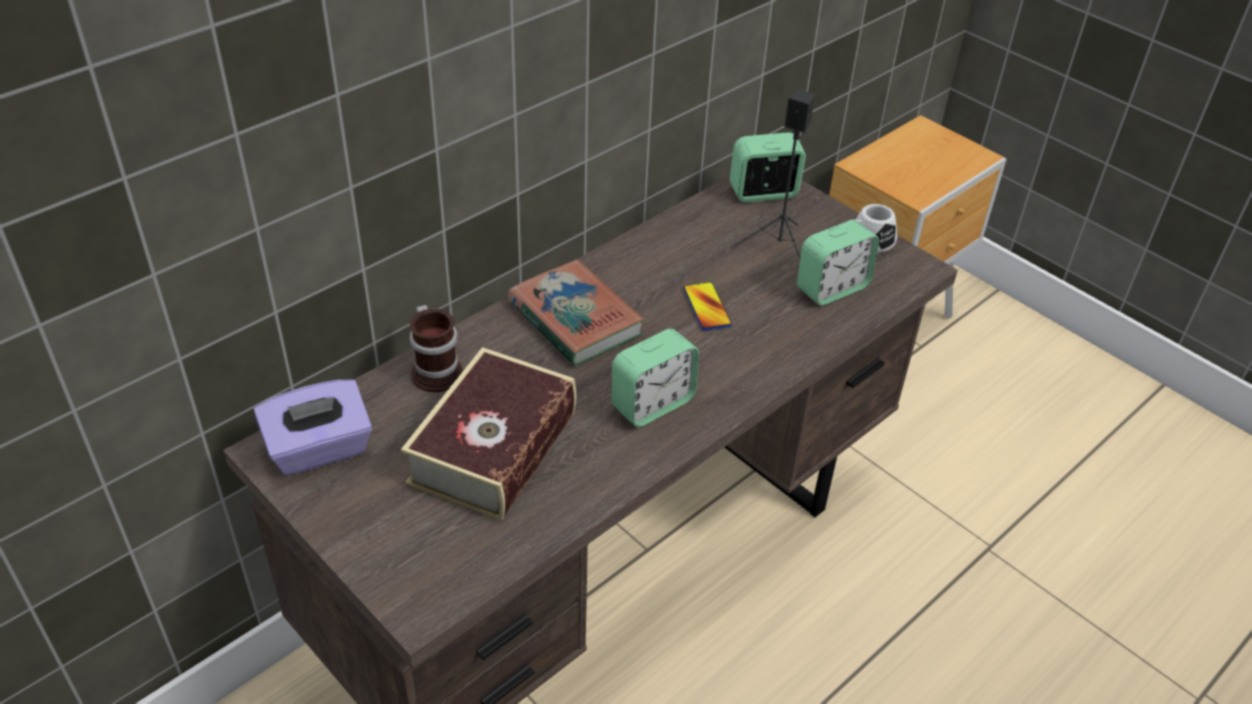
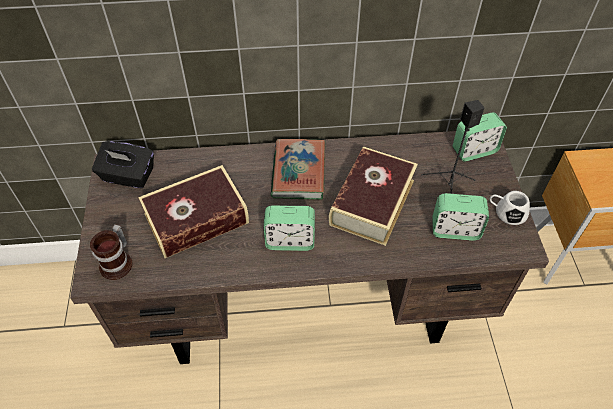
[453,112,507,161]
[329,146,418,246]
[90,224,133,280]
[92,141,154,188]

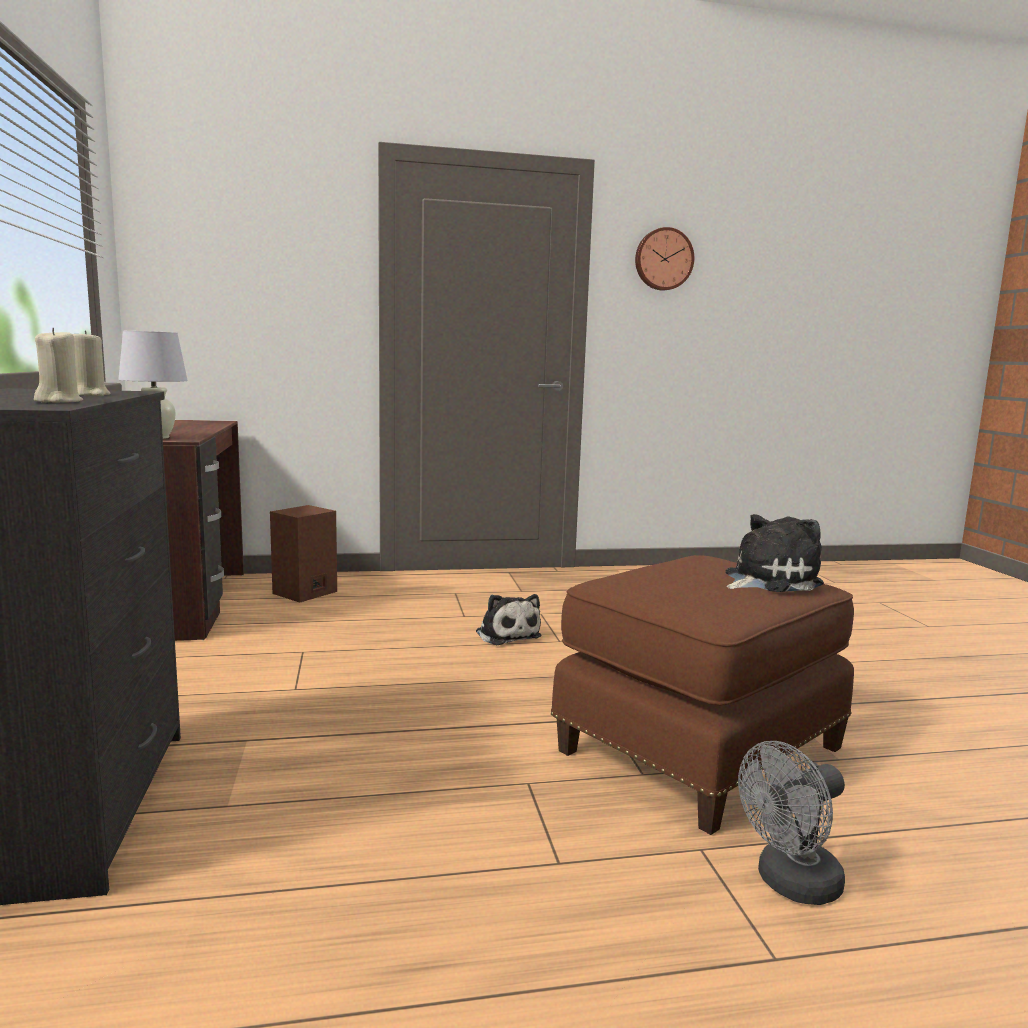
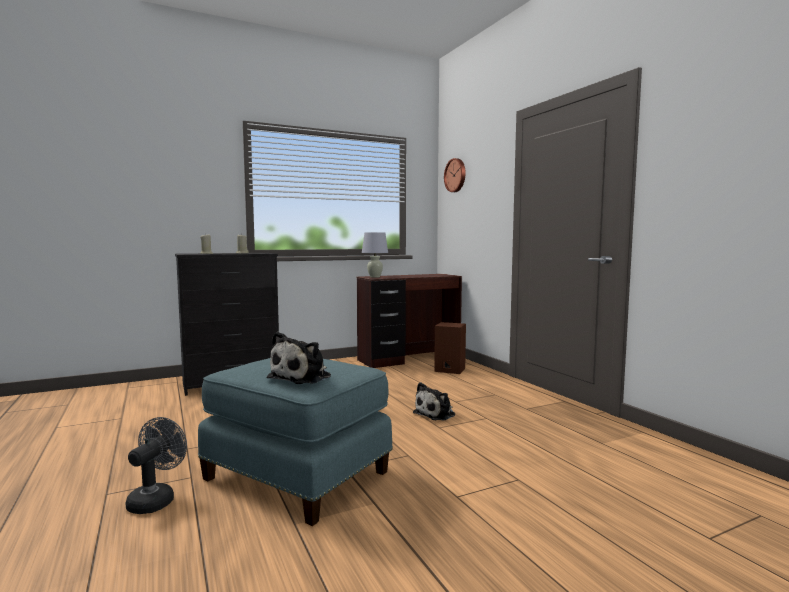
[444,158,466,192]
[267,332,331,384]
[198,358,393,526]
[126,417,187,514]

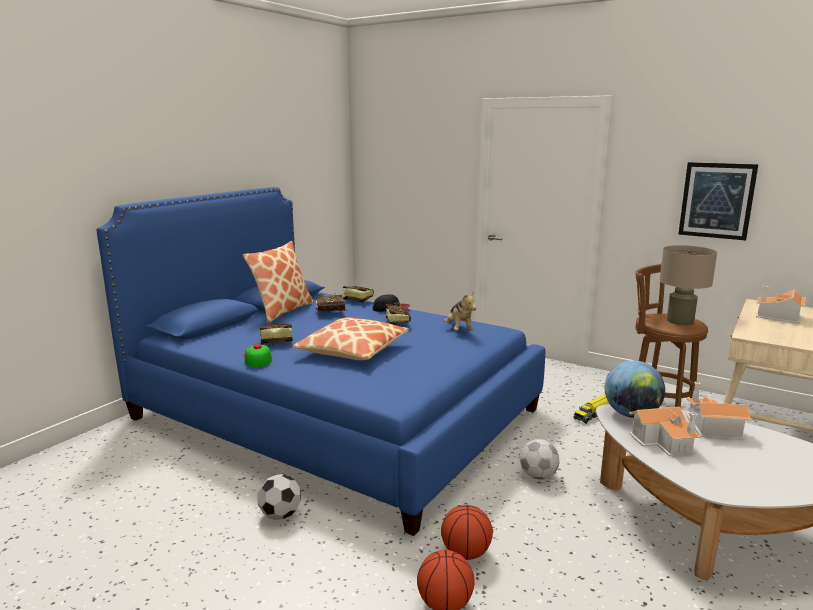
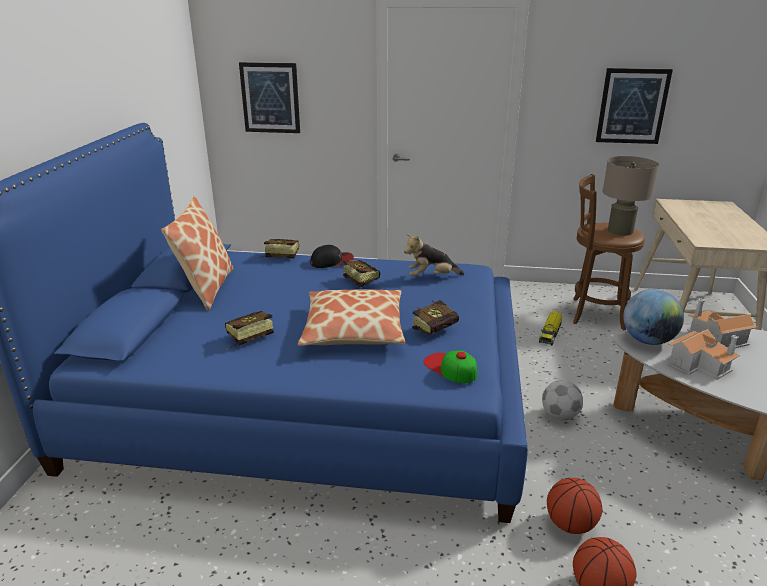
[756,286,806,324] (first image)
[404,234,464,276]
[412,300,459,335]
[424,350,477,383]
[257,474,301,520] (first image)
[239,62,300,133]

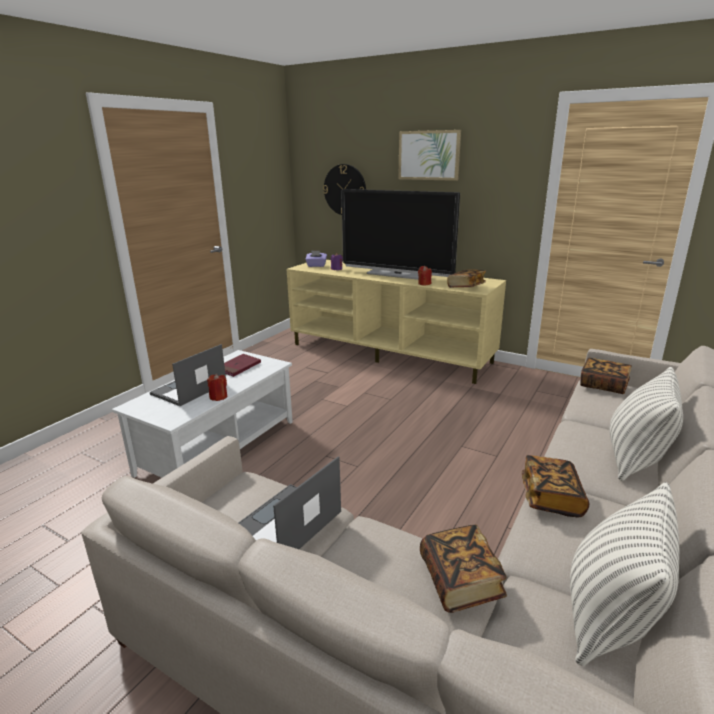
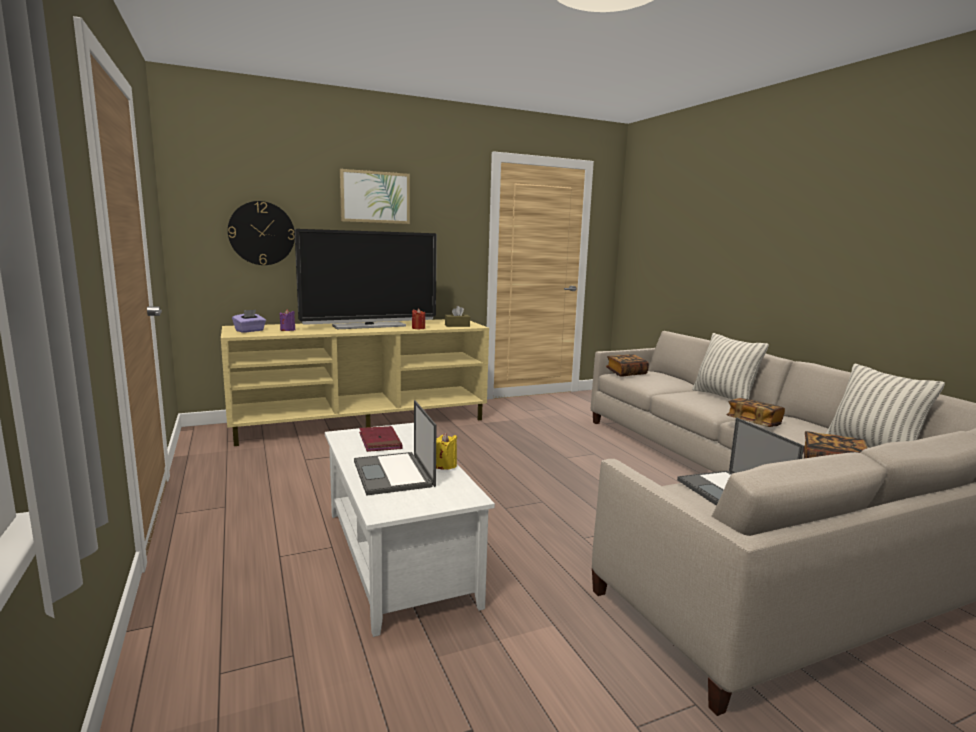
[445,306,470,327]
[436,432,457,470]

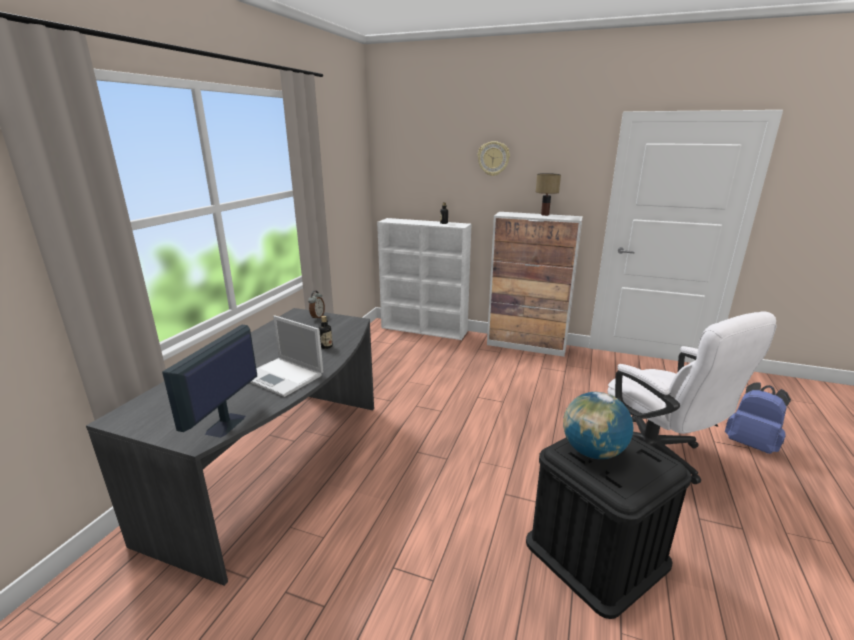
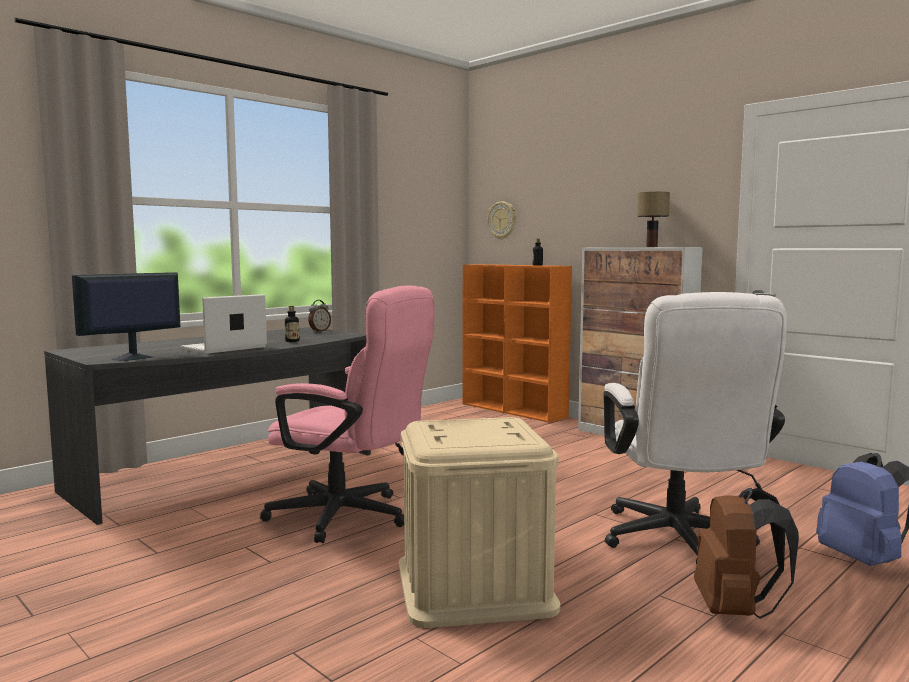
[487,202,516,239]
[462,264,572,423]
[180,294,267,354]
[563,392,634,459] (first image)
[399,417,560,628]
[260,286,435,543]
[694,488,799,619]

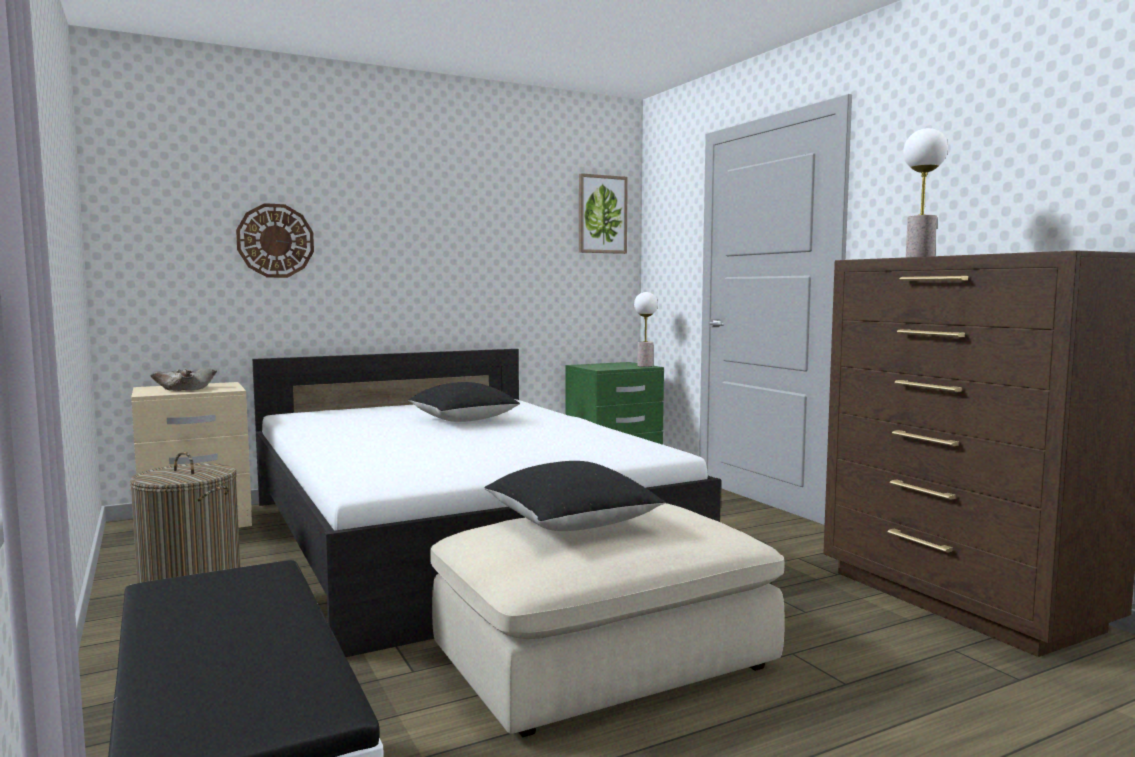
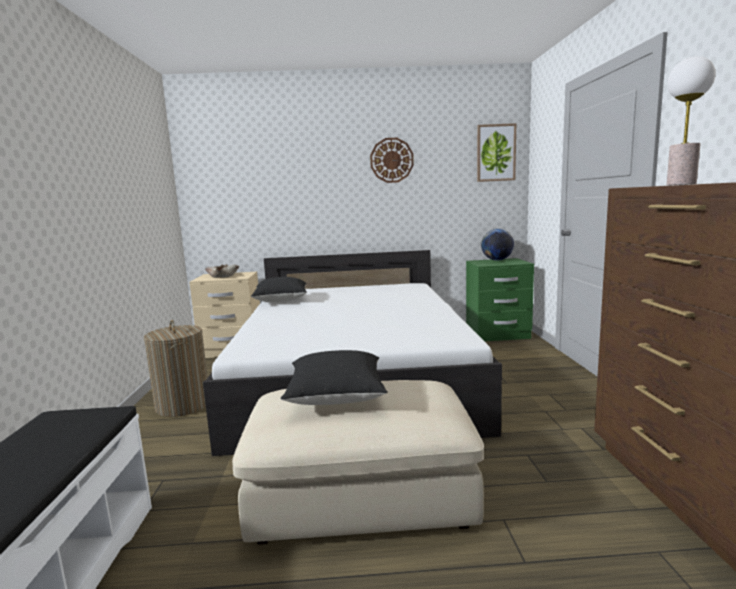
[370,138,414,183]
[634,292,658,367] (first image)
[251,277,307,302]
[481,229,514,261]

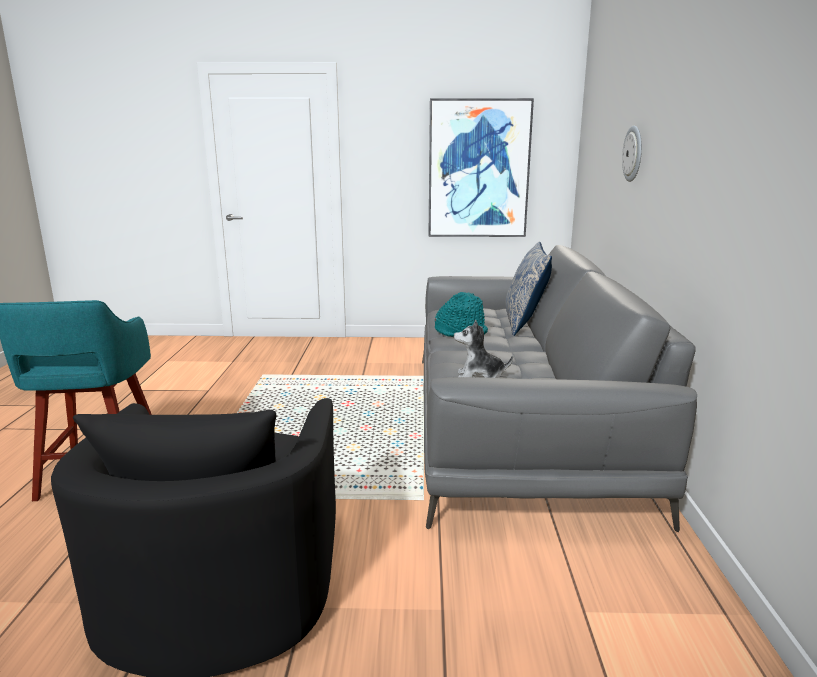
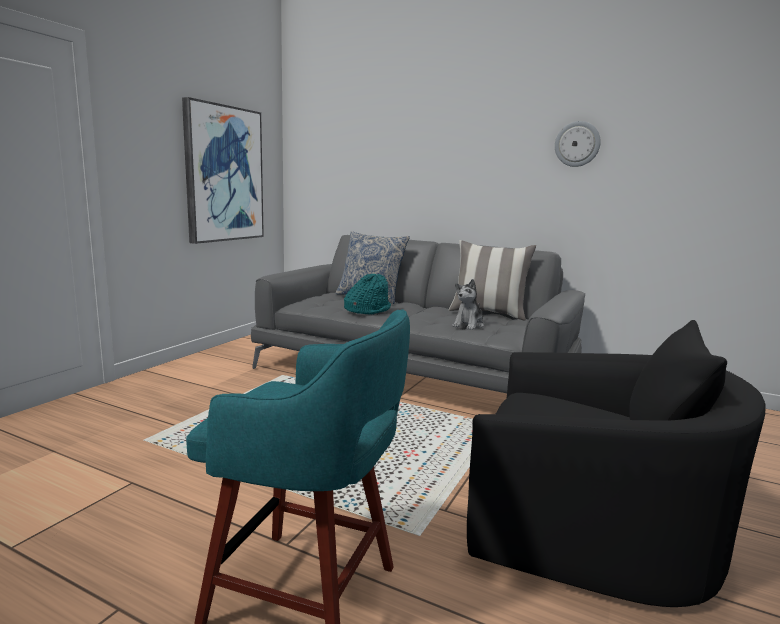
[555,121,601,167]
[449,240,536,321]

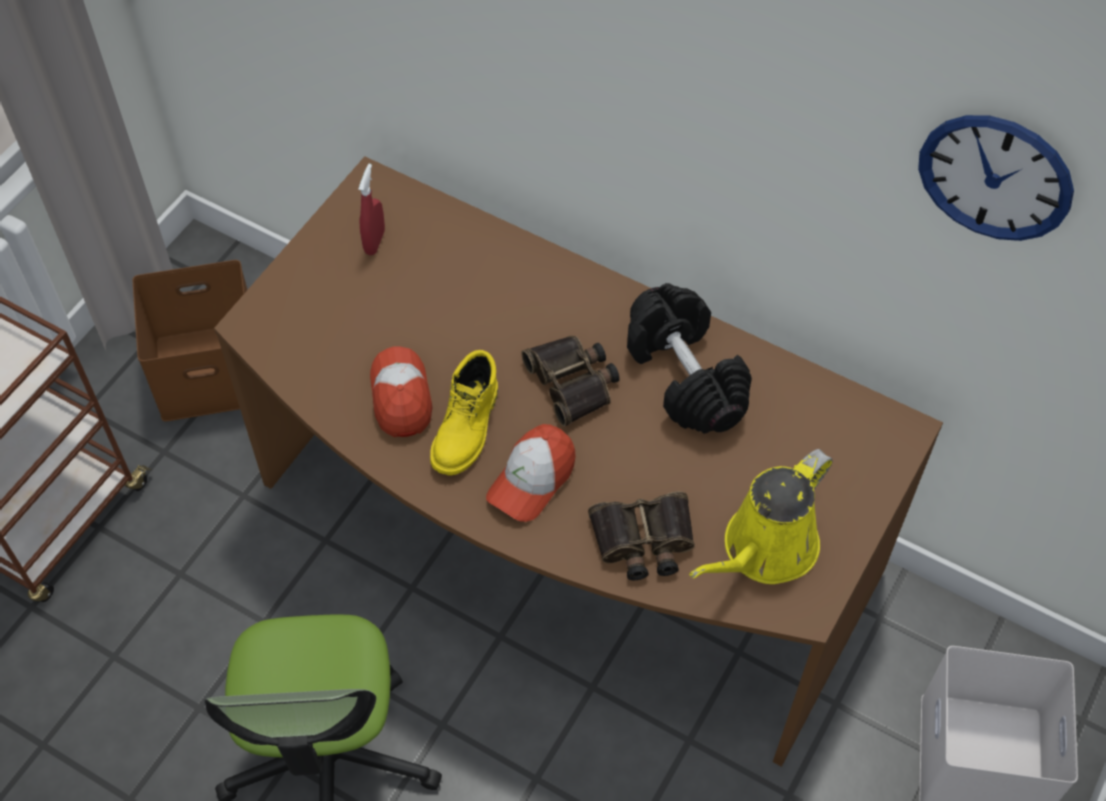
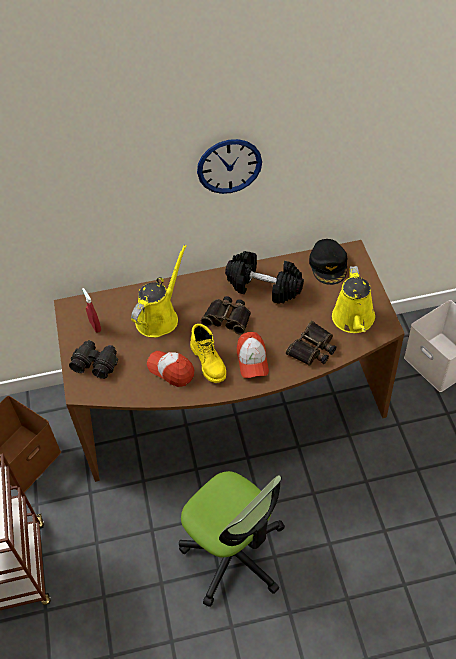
[197,139,262,194]
[309,239,347,285]
[131,245,187,338]
[69,340,118,379]

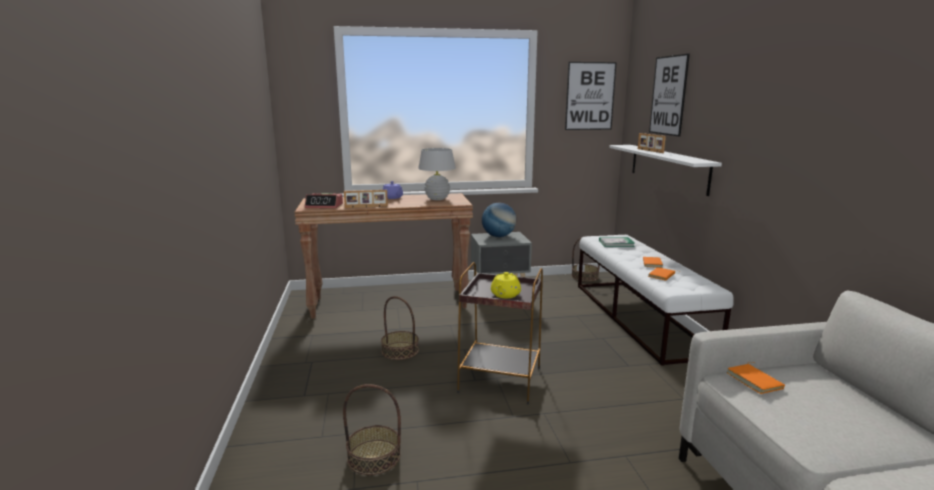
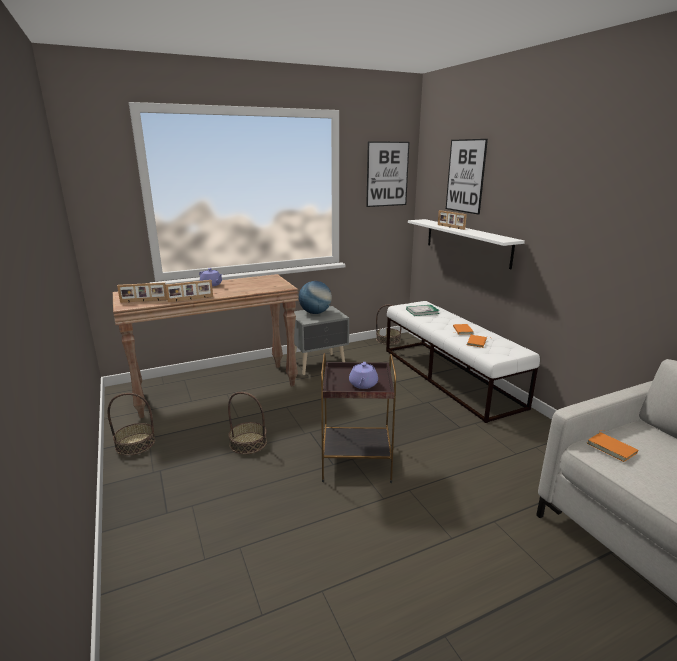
[418,148,456,200] (first image)
[117,282,167,303]
[349,362,378,389]
[108,393,155,455]

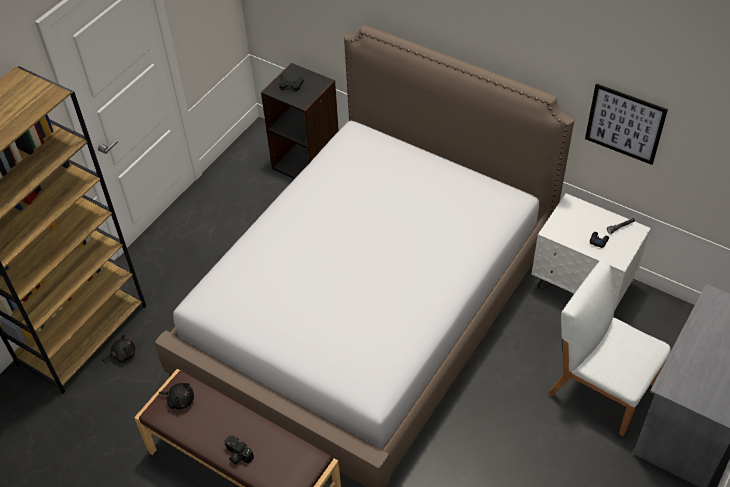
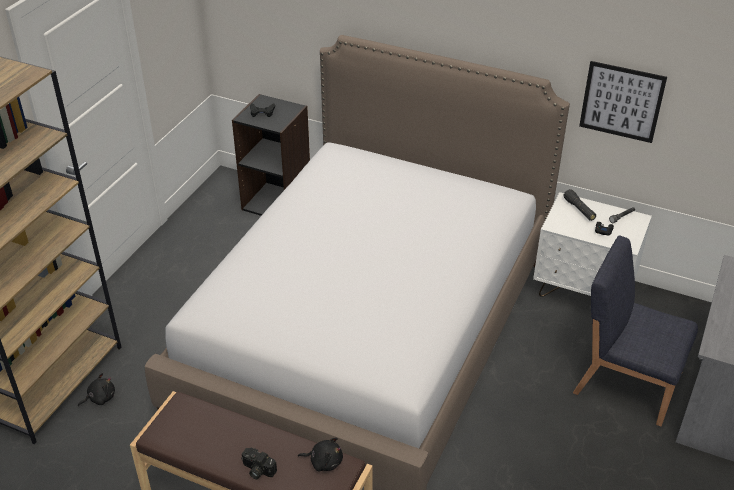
[573,236,698,426]
[298,437,343,472]
[563,189,596,221]

